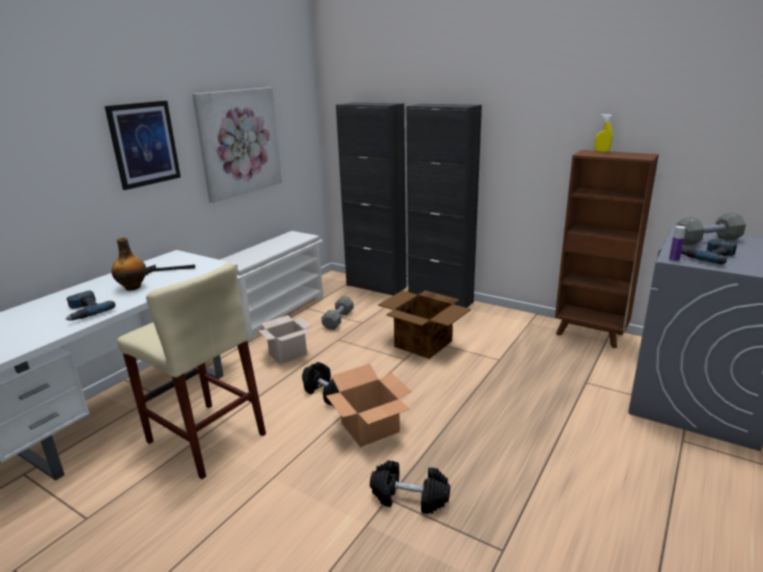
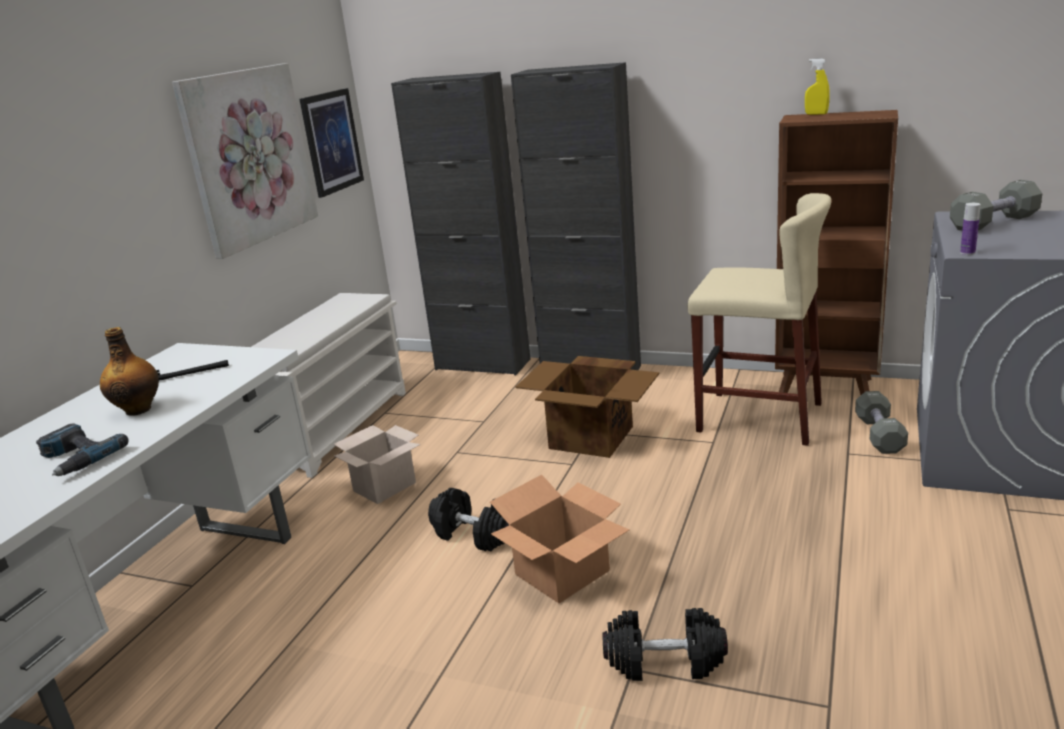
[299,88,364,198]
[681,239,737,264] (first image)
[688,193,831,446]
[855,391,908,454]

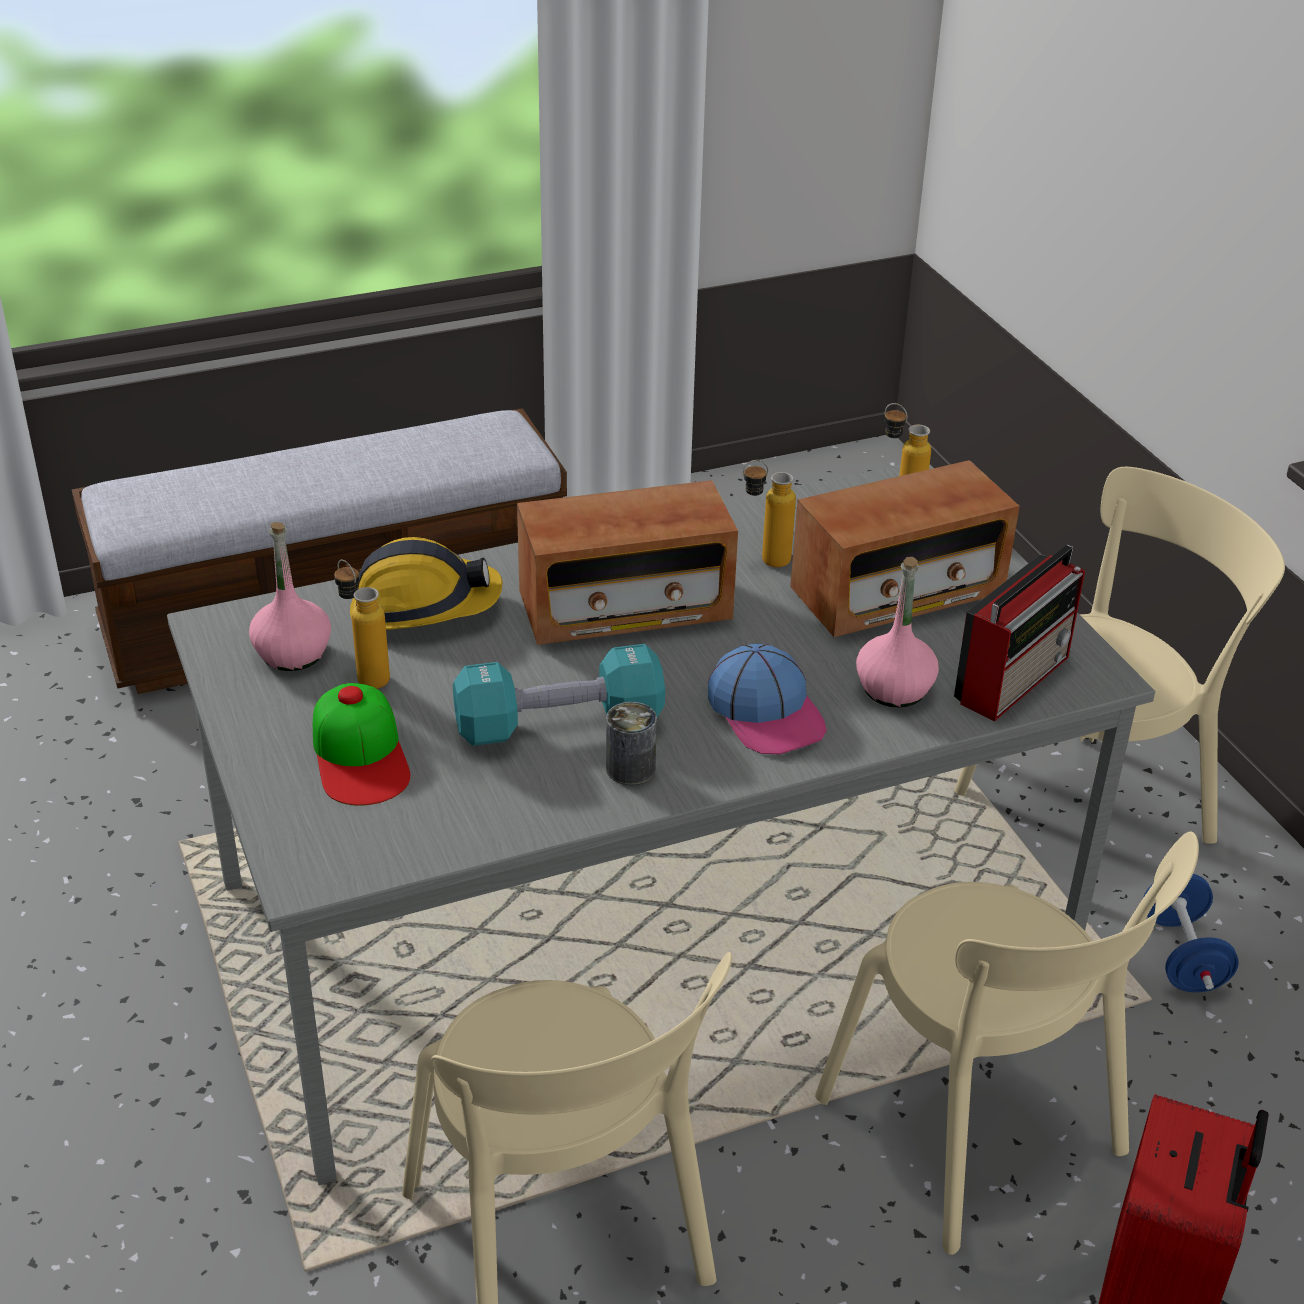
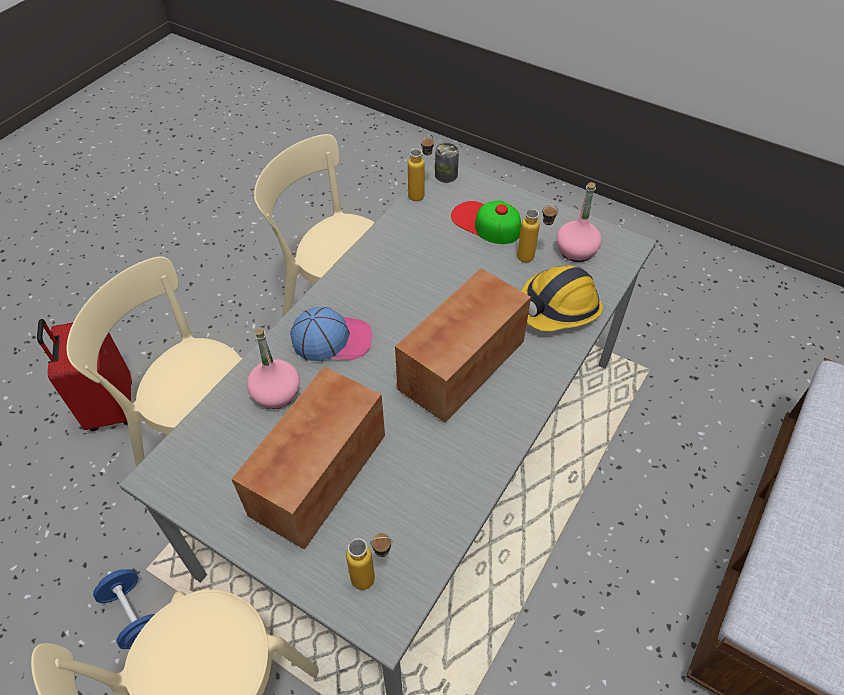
[408,135,434,201]
[954,545,1085,721] (first image)
[453,644,665,746] (first image)
[290,307,372,361]
[435,143,459,183]

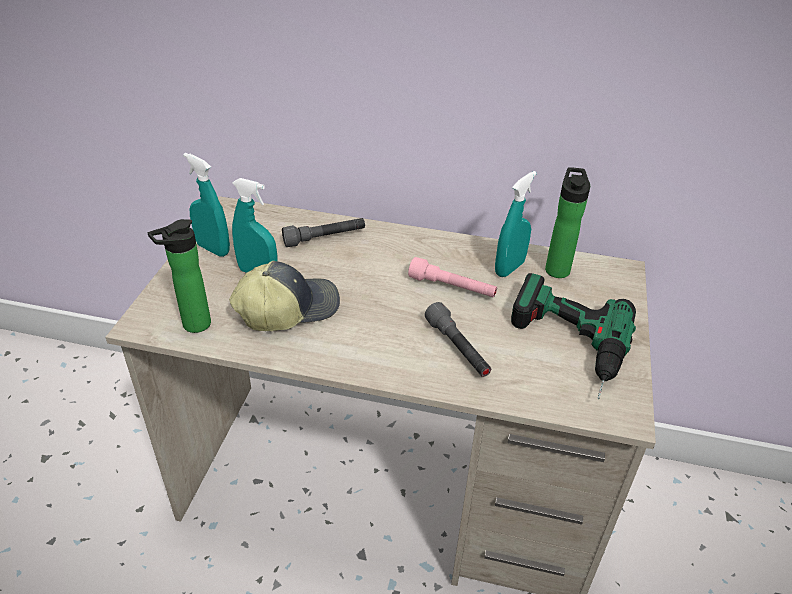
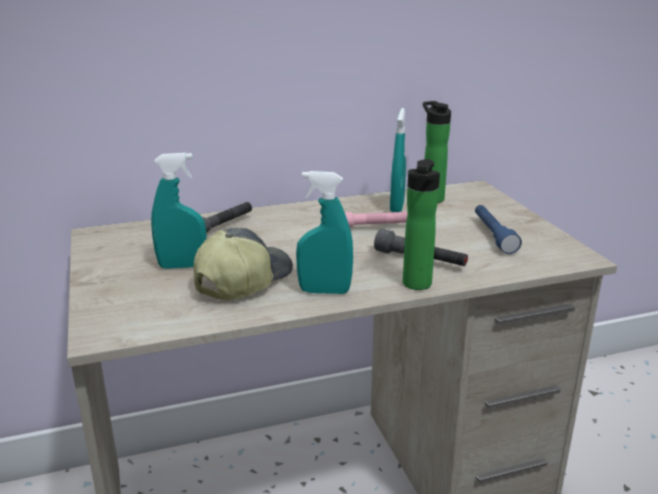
[296,171,353,294]
[403,159,440,290]
[475,205,522,254]

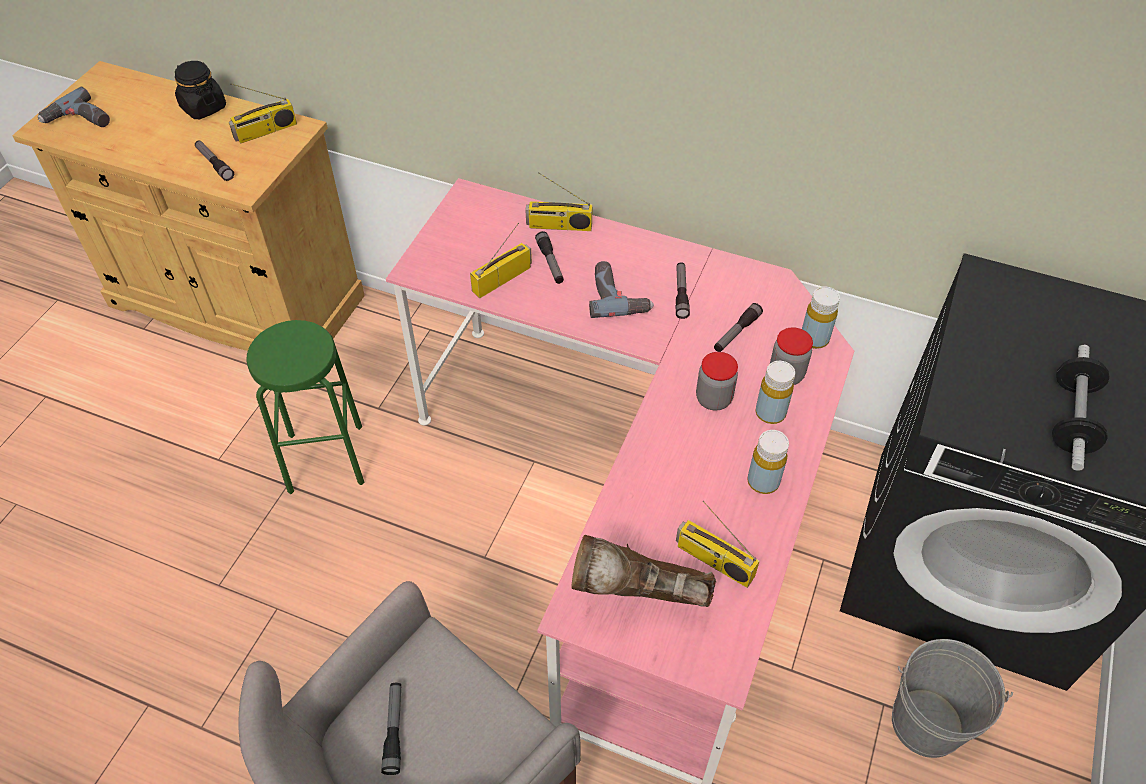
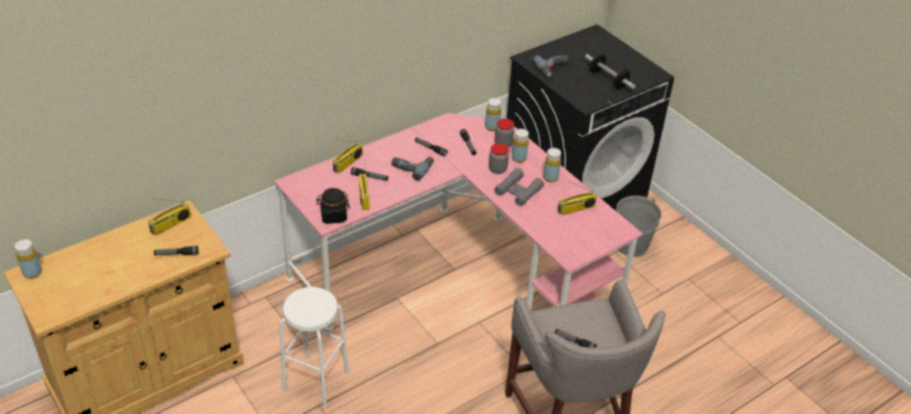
[316,188,350,224]
[148,198,191,235]
[533,55,569,77]
[279,287,349,407]
[572,535,716,607] (first image)
[494,168,544,206]
[15,239,42,279]

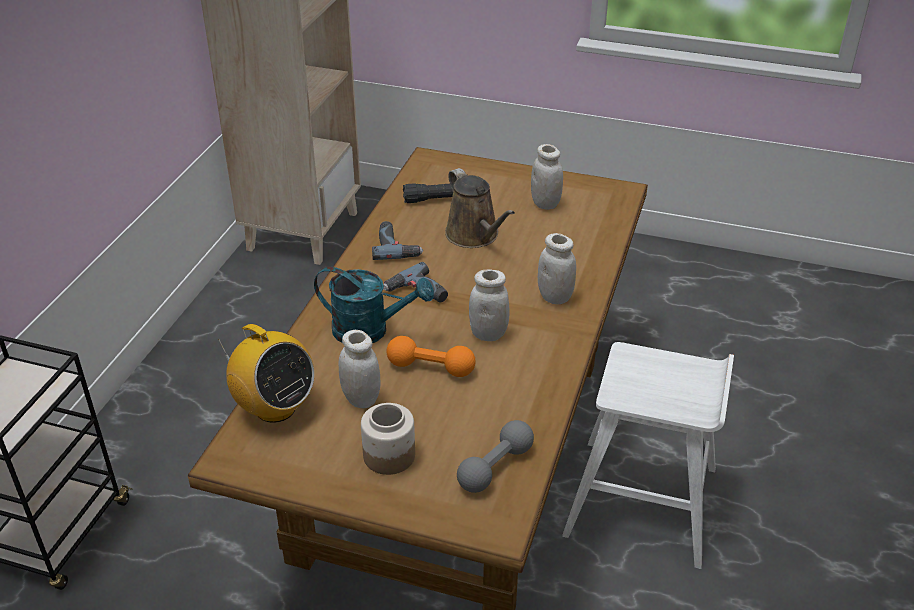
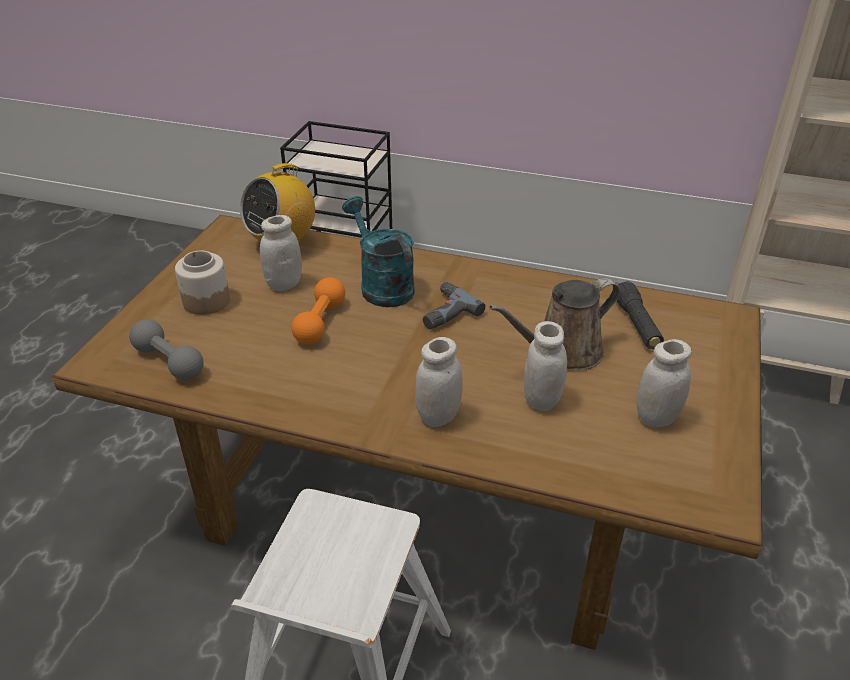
[372,221,423,260] (first image)
[342,196,415,307]
[524,321,567,411]

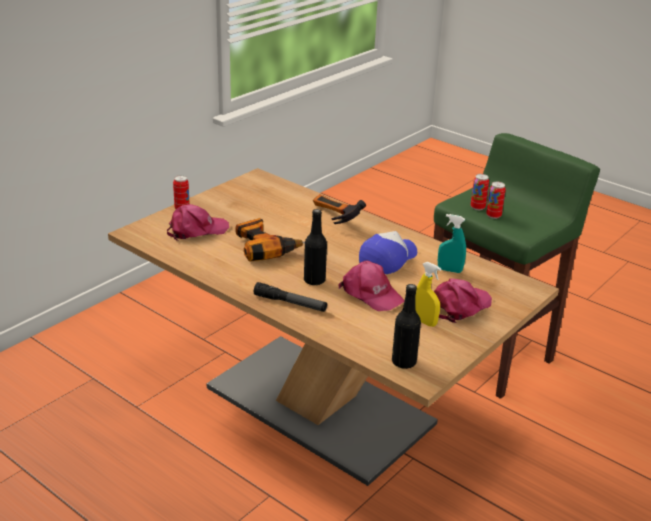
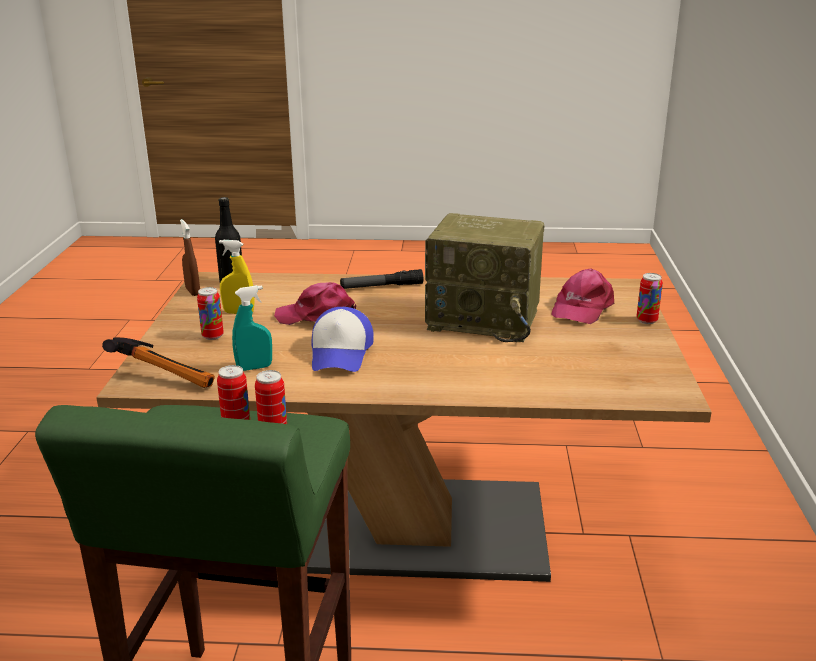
[102,337,215,388]
[304,209,327,286] (first image)
[425,213,544,342]
[197,287,224,340]
[180,219,200,296]

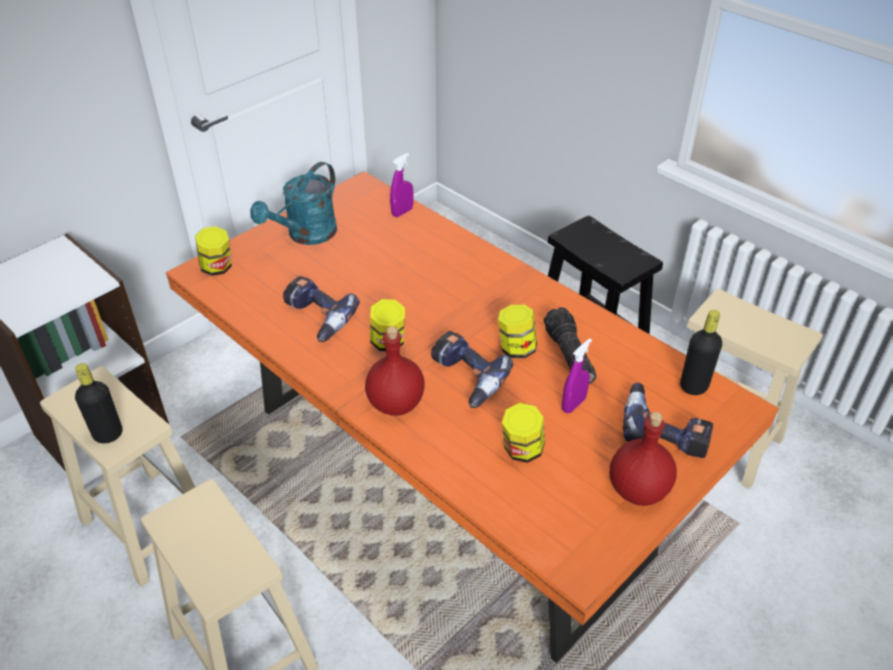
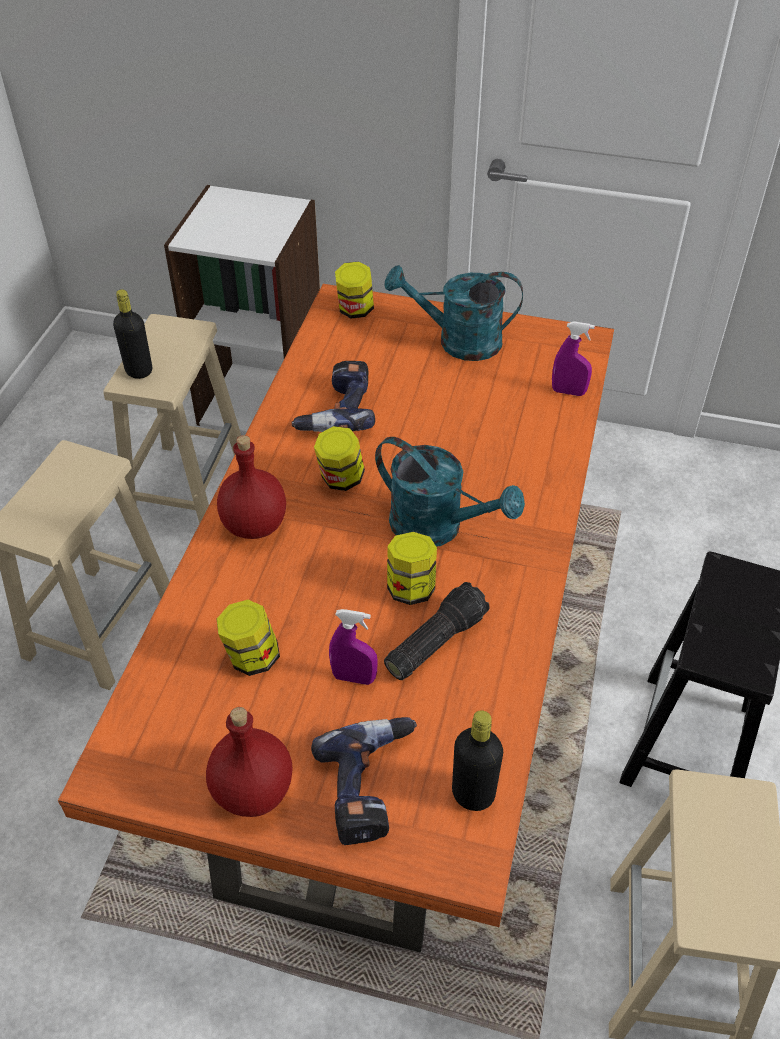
[431,331,513,408] (first image)
[375,437,525,547]

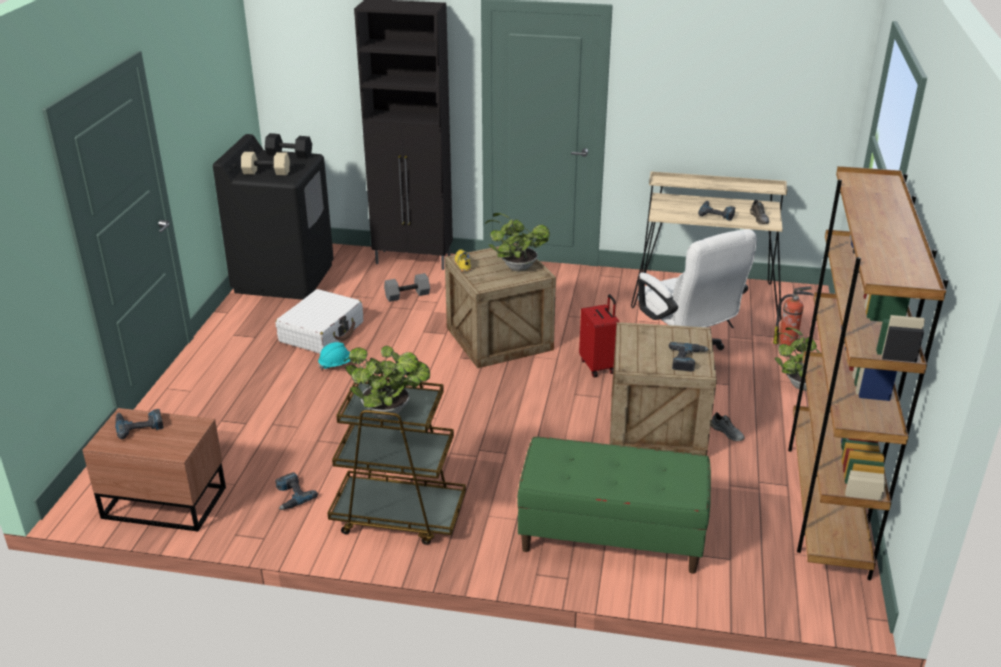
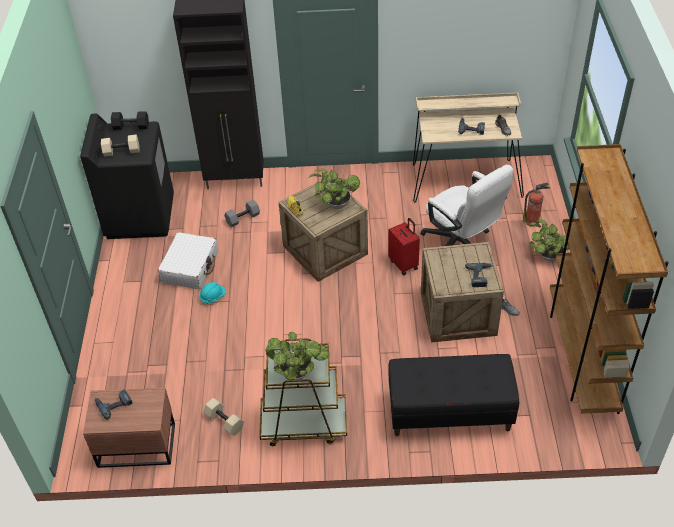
[388,354,519,436]
[204,398,244,436]

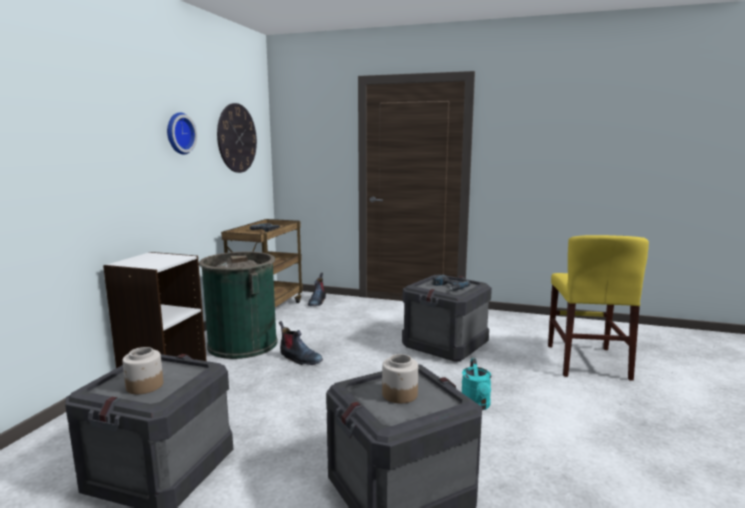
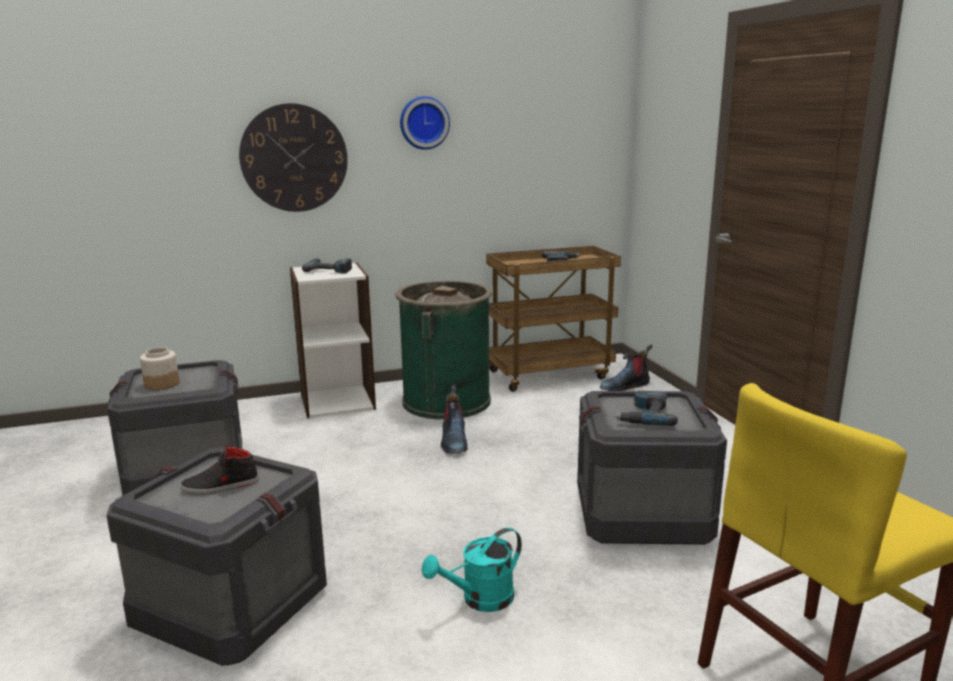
[239,103,348,212]
[181,446,258,494]
[302,258,352,274]

